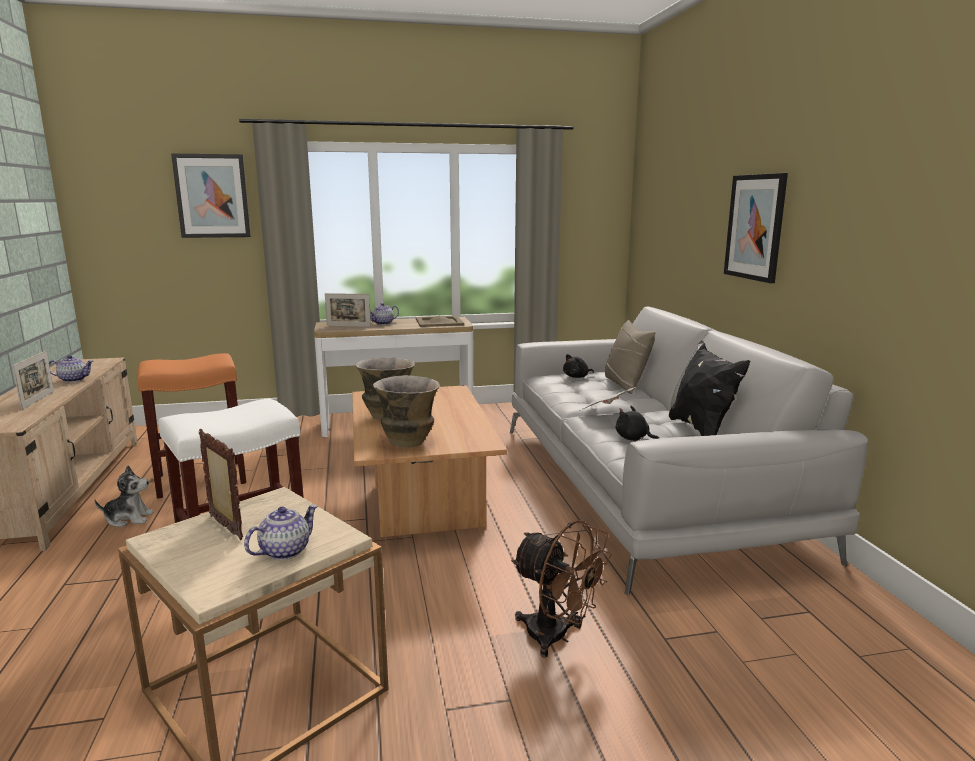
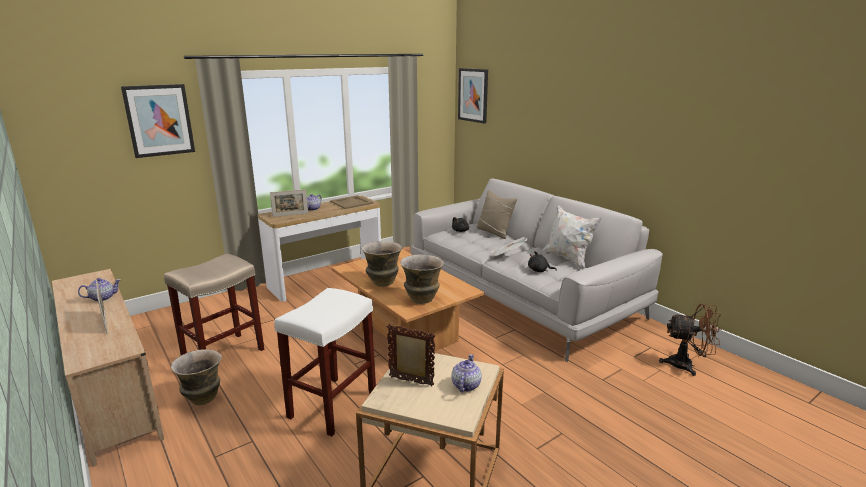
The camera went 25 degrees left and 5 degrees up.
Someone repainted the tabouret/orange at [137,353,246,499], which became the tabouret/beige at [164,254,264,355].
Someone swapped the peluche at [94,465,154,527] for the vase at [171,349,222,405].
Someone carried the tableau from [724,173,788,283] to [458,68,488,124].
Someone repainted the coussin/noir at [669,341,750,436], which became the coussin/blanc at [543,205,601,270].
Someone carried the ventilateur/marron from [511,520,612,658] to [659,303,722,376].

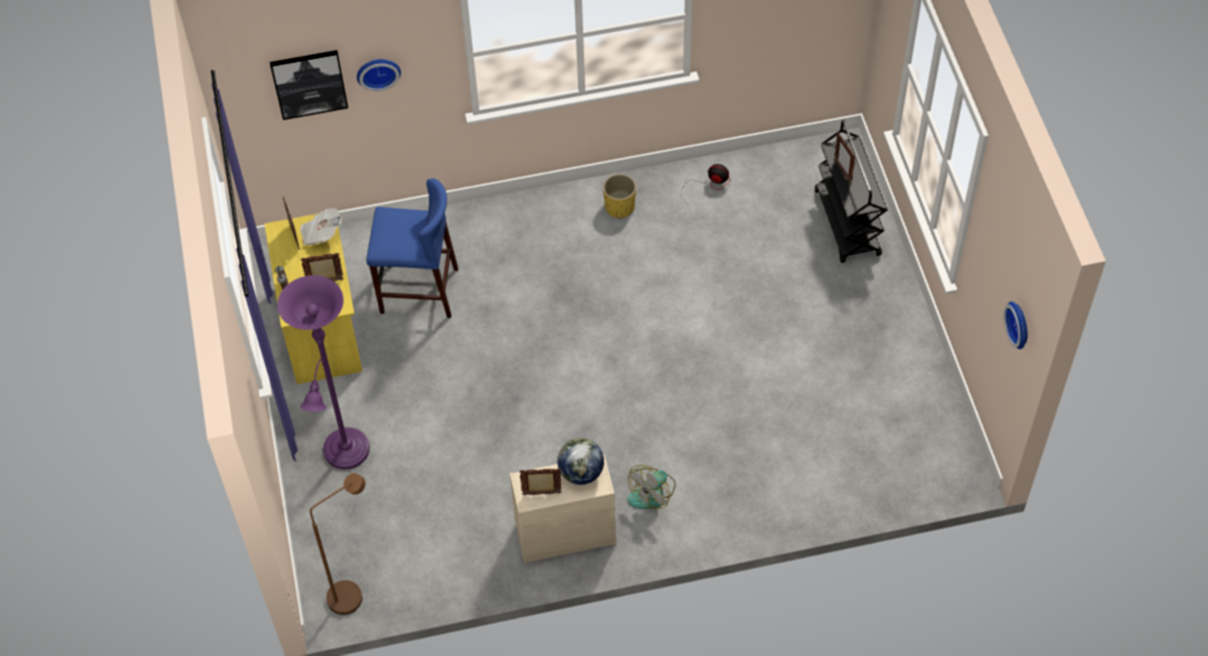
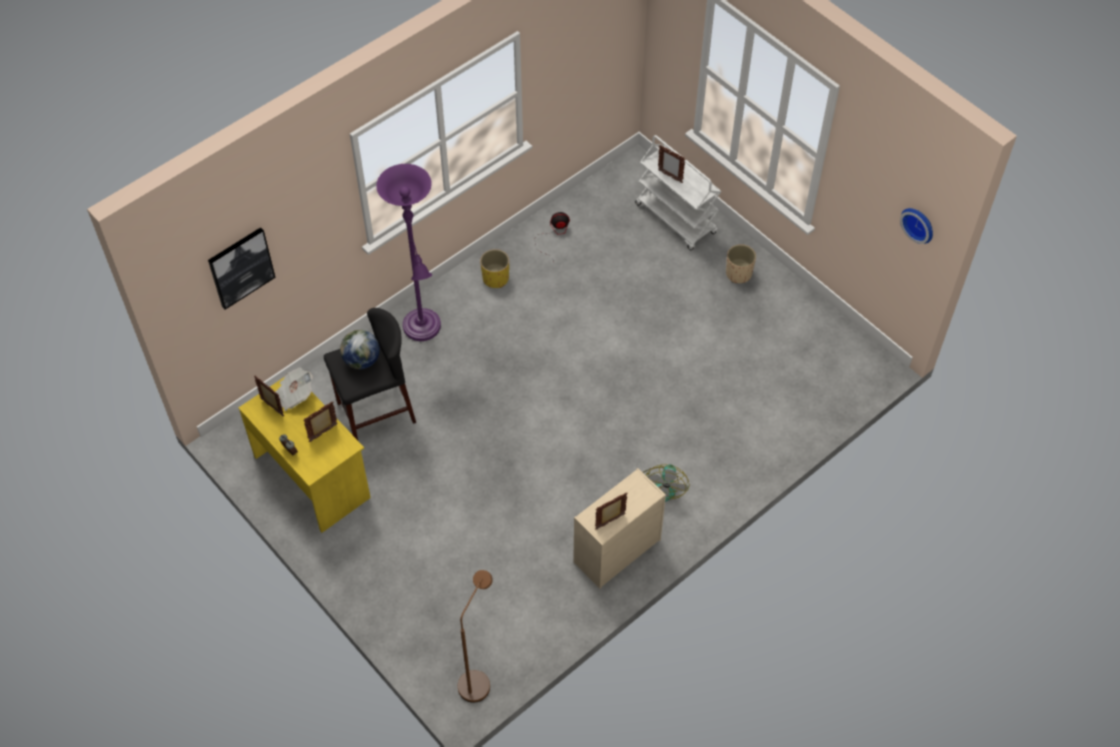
The camera went 30 degrees left and 0 degrees up.
Someone repainted the tabouret/bleu at [366,178,458,318], which became the tabouret/noir at [324,308,416,440].
Someone carried the globe from [557,438,604,485] to [340,330,380,369].
Someone carried the lampadaire/violet from [277,275,370,469] to [376,164,441,341].
Someone repainted the chariot/noir at [815,120,888,263], which became the chariot/blanc at [635,135,721,250].
Someone put down the cache-pot/beige at [726,244,756,283].
Someone took away the horloge murale at [357,59,401,91].

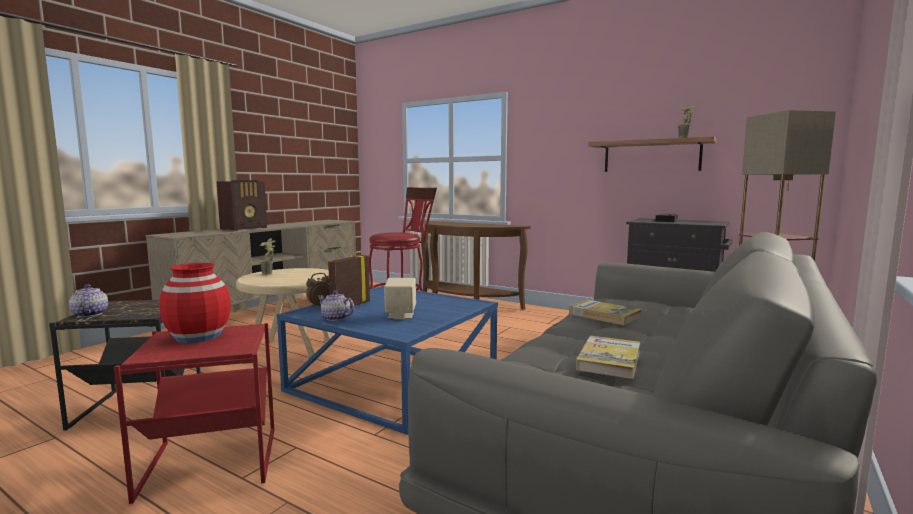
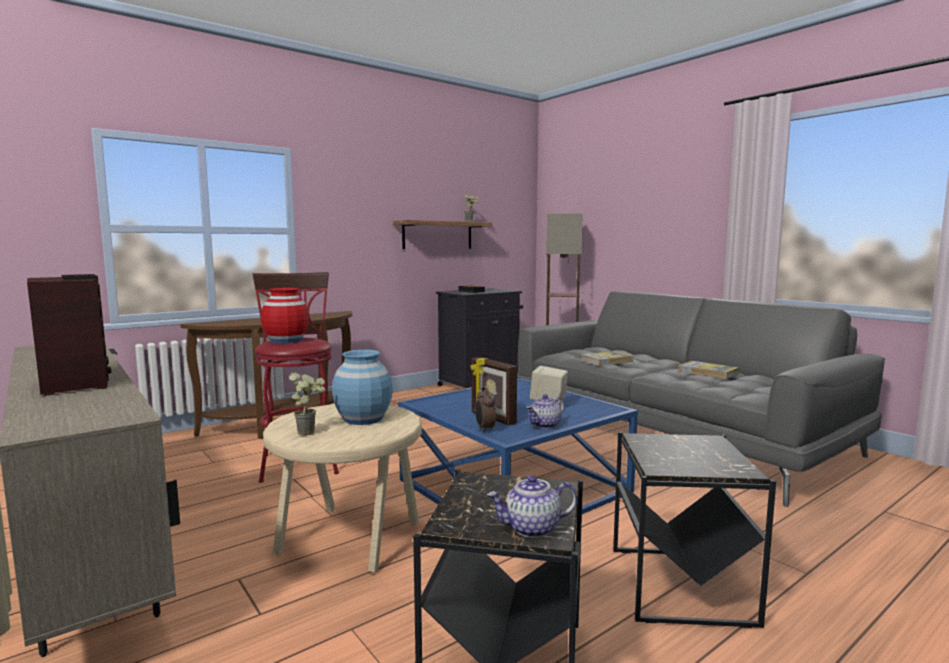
The camera went 70 degrees left and 0 degrees up.
Someone carried the vase/rouge from [159,263,231,343] to [261,288,309,343].
Someone put down the vase/bleu at [332,350,393,425].
Someone repainted the table d'appoint/rouge at [114,323,274,504], which became the table d'appoint/noir at [613,432,776,628].

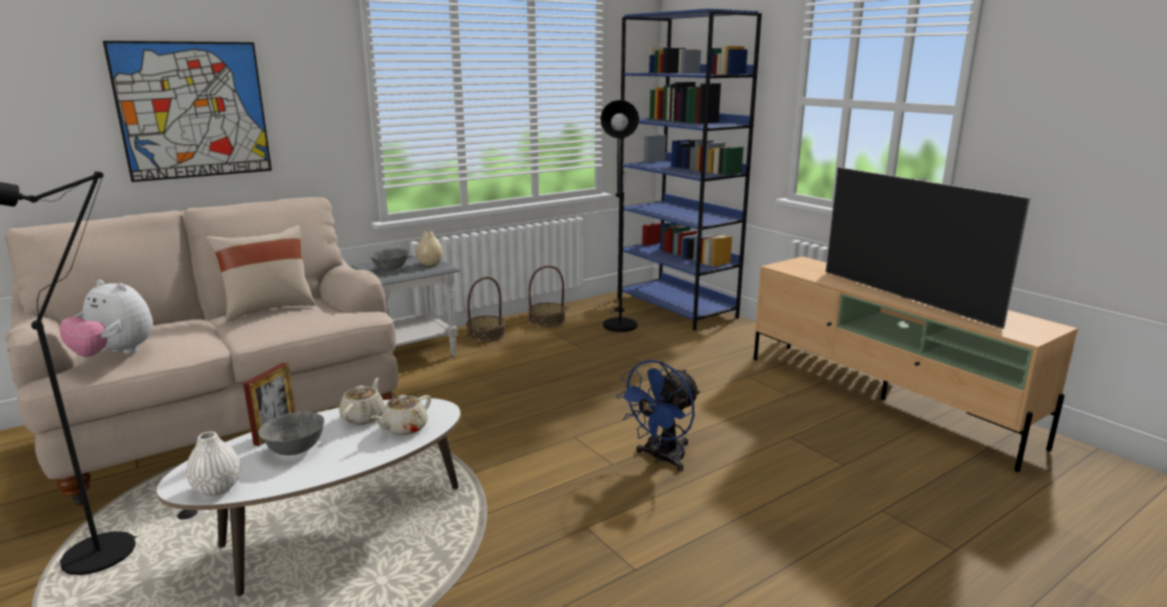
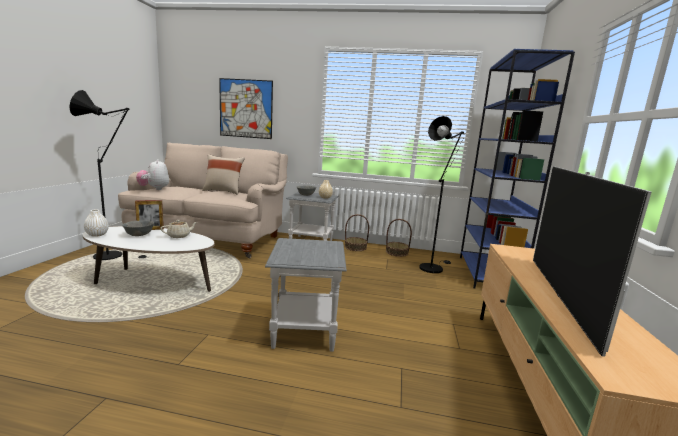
The camera went 45 degrees right and 5 degrees down.
Someone swapped the ventilateur/bleu at [616,360,700,472] for the table d'appoint/gris at [265,238,347,352].
Someone took away the théière/beige at [371,395,431,435].

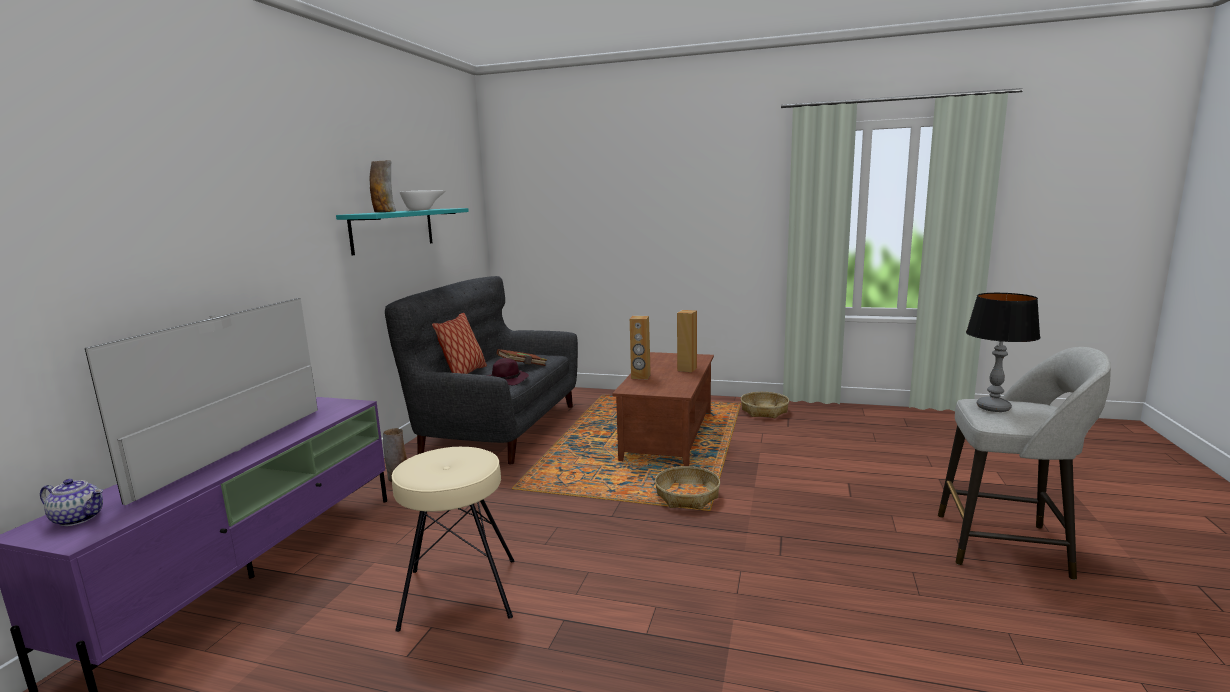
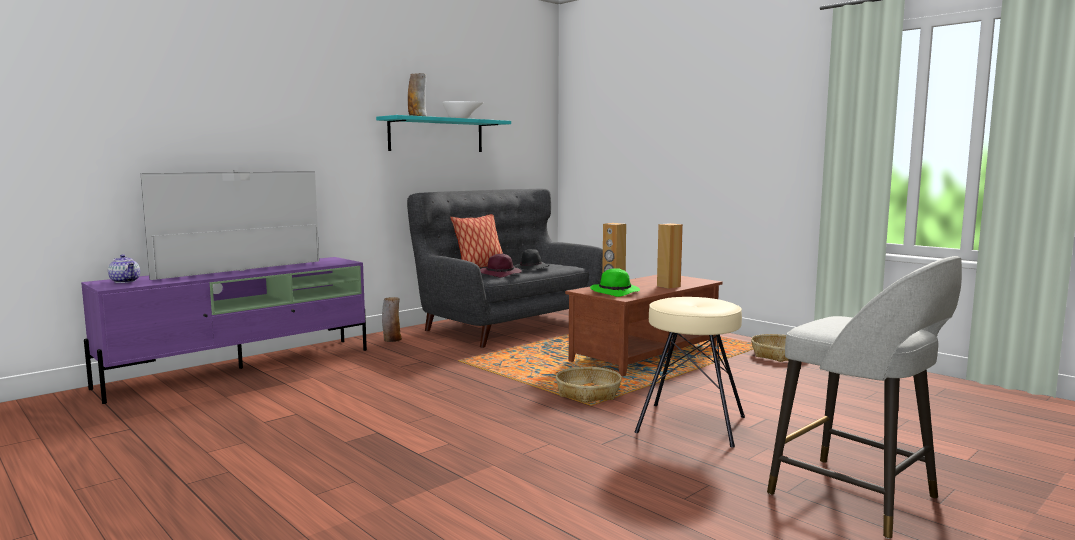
The camera went 30 degrees right and 5 degrees down.
Someone swapped the livre/marron at [497,349,547,366] for the chapeau/noir at [514,249,549,269].
Someone put down the chapeau/vert at [590,268,640,297].
Someone carried the tabouret/beige from [392,447,514,632] to [634,297,745,448].
Someone took away the lampe de table at [966,293,1041,412].

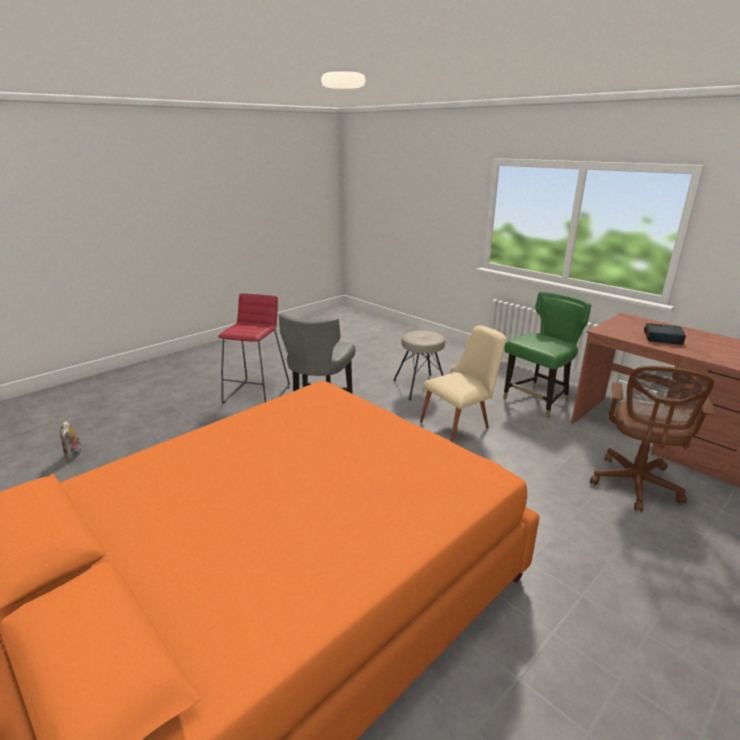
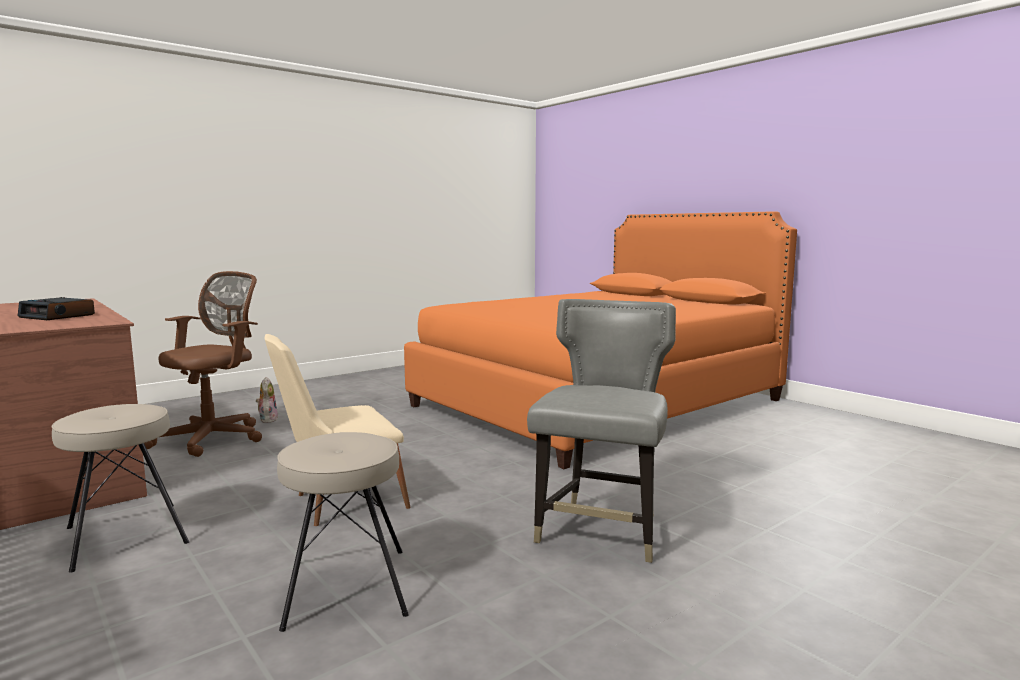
The camera went 175 degrees left and 15 degrees down.
Someone swapped the chaise/vert at [503,292,591,418] for the tabouret/beige at [51,404,189,573].
Someone carried the peluche from [60,421,83,460] to [256,377,278,423].
Someone took away the tabouret/rouge at [218,293,290,404].

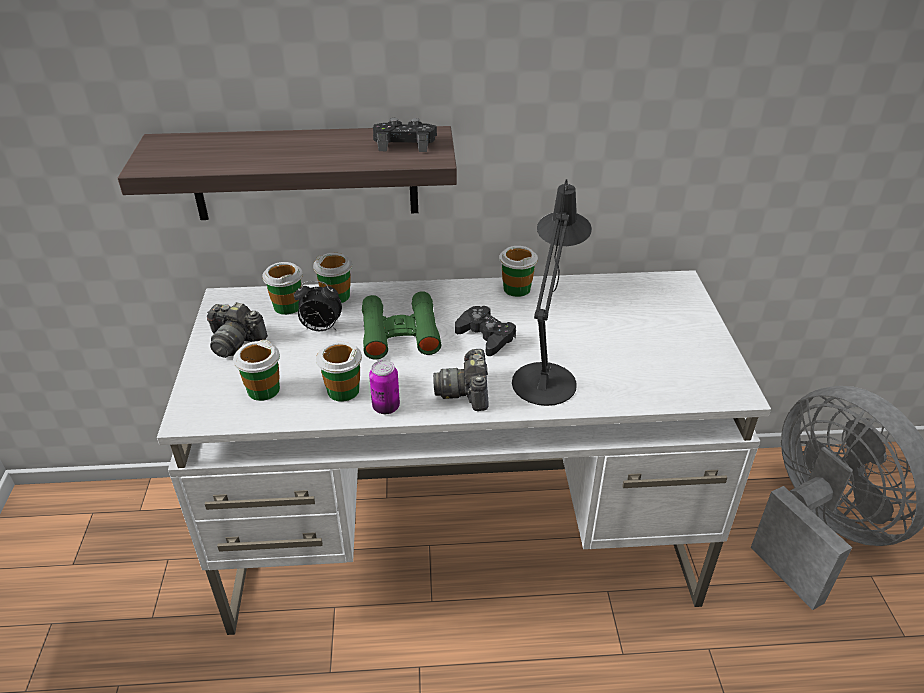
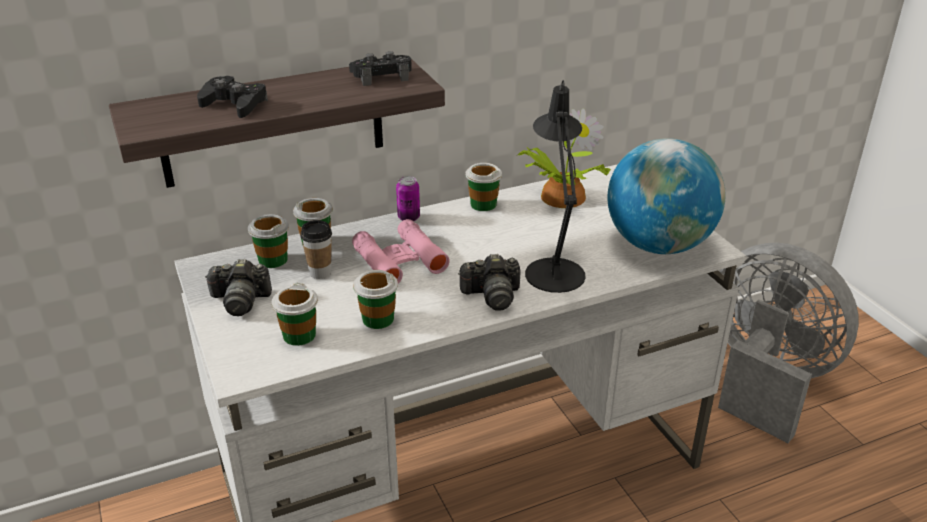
The camera went 20 degrees left and 5 degrees down.
Someone carried the manette/noir from [455,306,516,356] to [197,76,268,118].
Someone swapped the réveil at [294,281,342,331] for the tasse at [300,220,332,279].
Someone repainted the jumelles/vert at [362,291,441,360], which became the jumelles/rose at [352,219,450,284].
Someone carried the boîte métallique from [369,360,400,414] to [396,176,420,221].
Someone rotated the appareil photo at [433,349,488,411] by 75 degrees counterclockwise.
Someone put down the plante en pot at [518,108,611,208].
Someone put down the globe at [607,138,726,254].

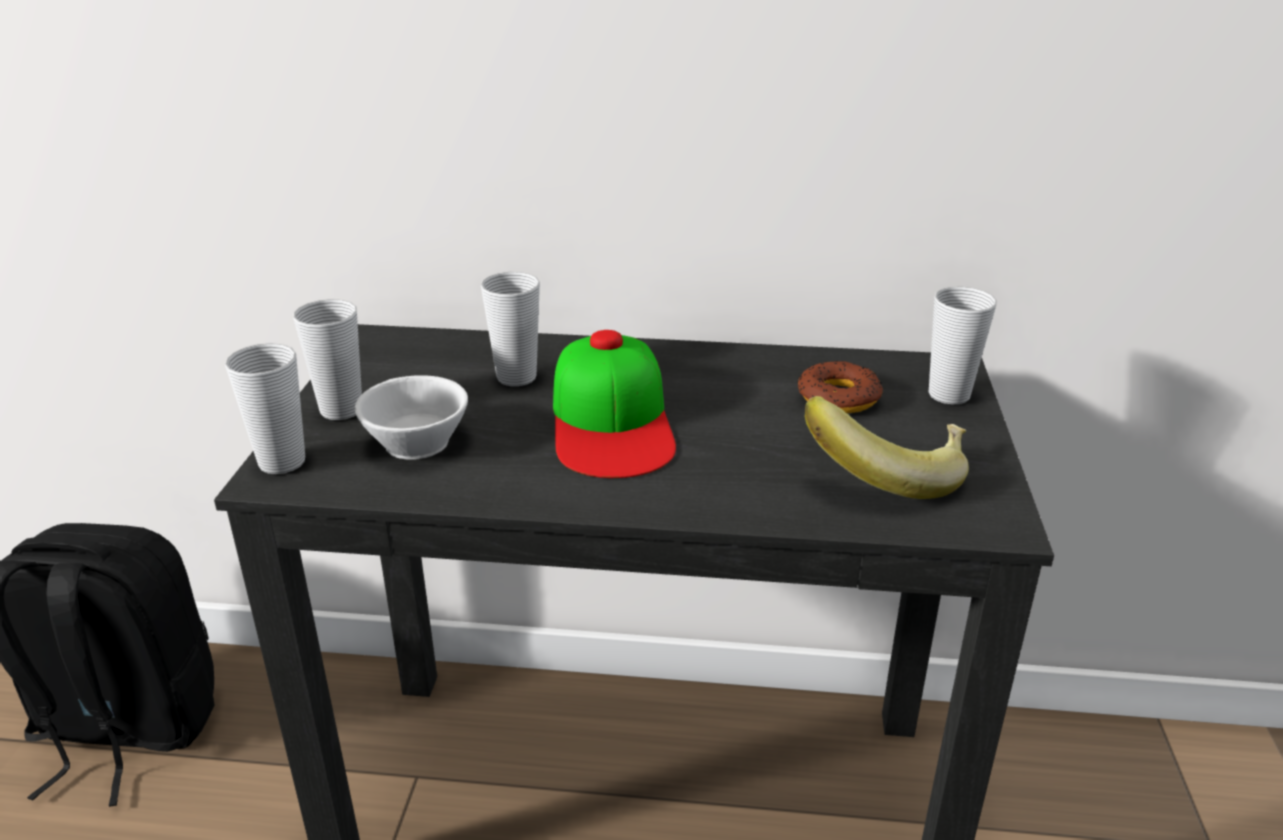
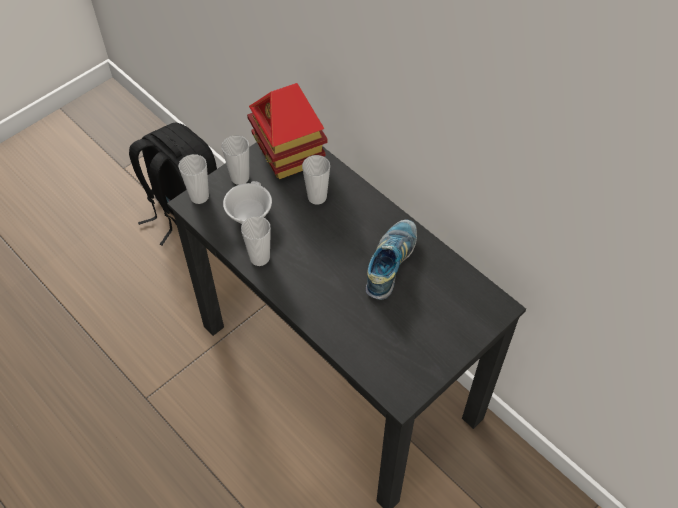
The camera went 40 degrees right and 25 degrees up.
Someone carried the tasse from [929,287,997,404] to [241,216,271,266].
Someone put down the maison miniature at [247,83,328,179].
Someone put down the chaussure at [366,219,417,299].
Someone took away the casquette at [553,330,676,478].
Someone took away the beignet at [797,361,883,413].
Someone took away the banane at [805,396,969,499].

